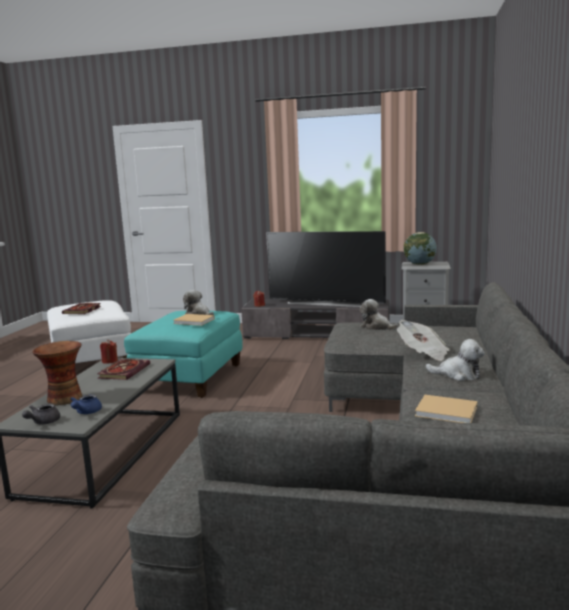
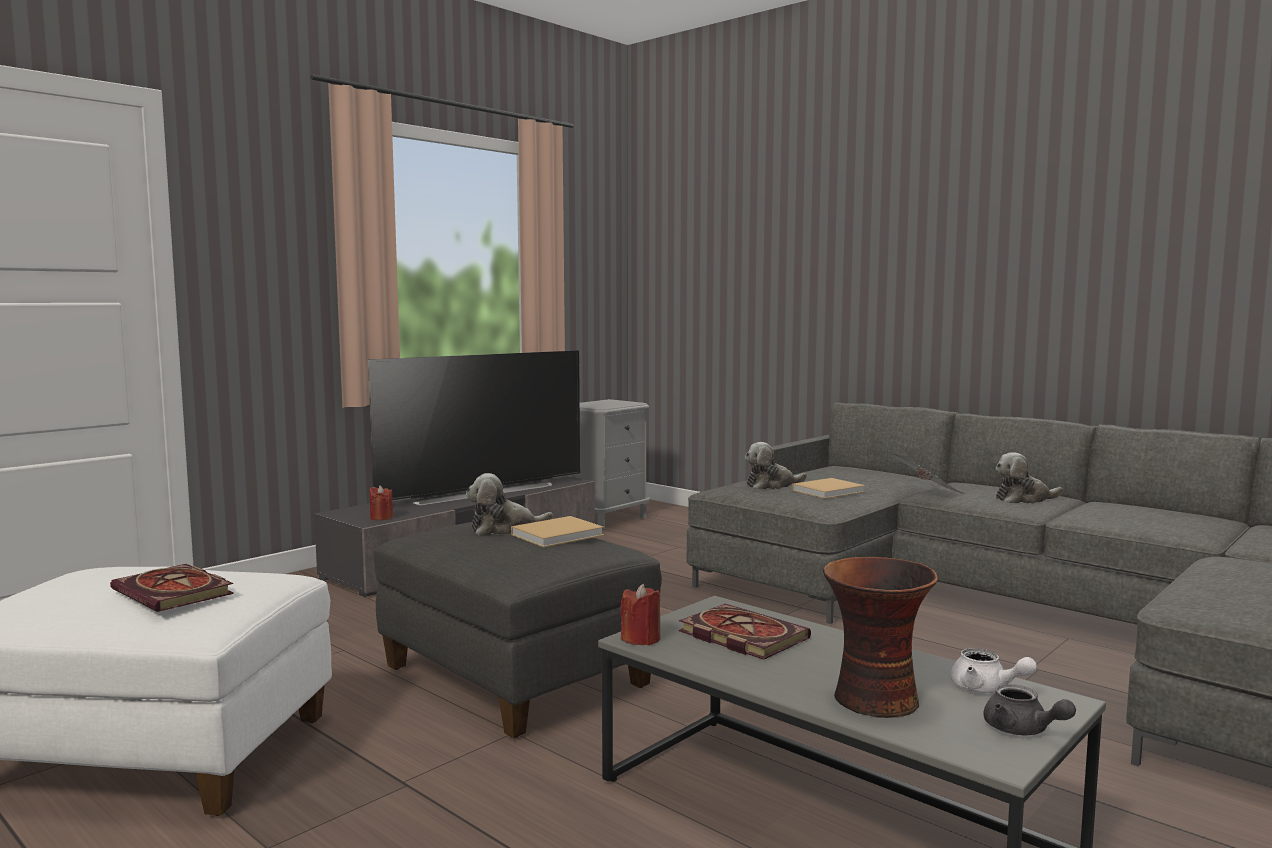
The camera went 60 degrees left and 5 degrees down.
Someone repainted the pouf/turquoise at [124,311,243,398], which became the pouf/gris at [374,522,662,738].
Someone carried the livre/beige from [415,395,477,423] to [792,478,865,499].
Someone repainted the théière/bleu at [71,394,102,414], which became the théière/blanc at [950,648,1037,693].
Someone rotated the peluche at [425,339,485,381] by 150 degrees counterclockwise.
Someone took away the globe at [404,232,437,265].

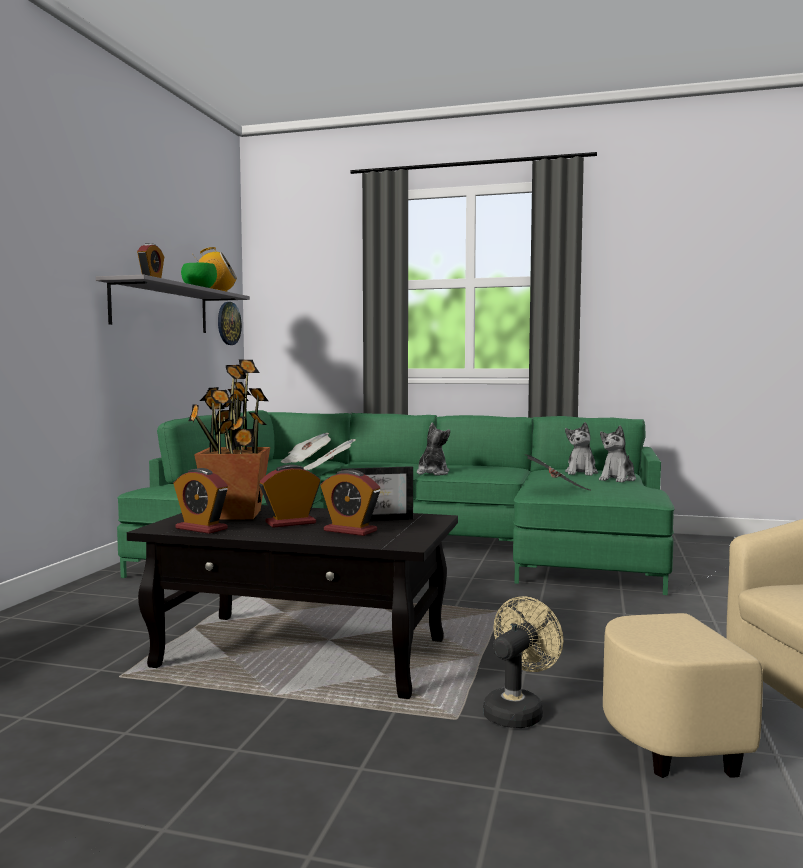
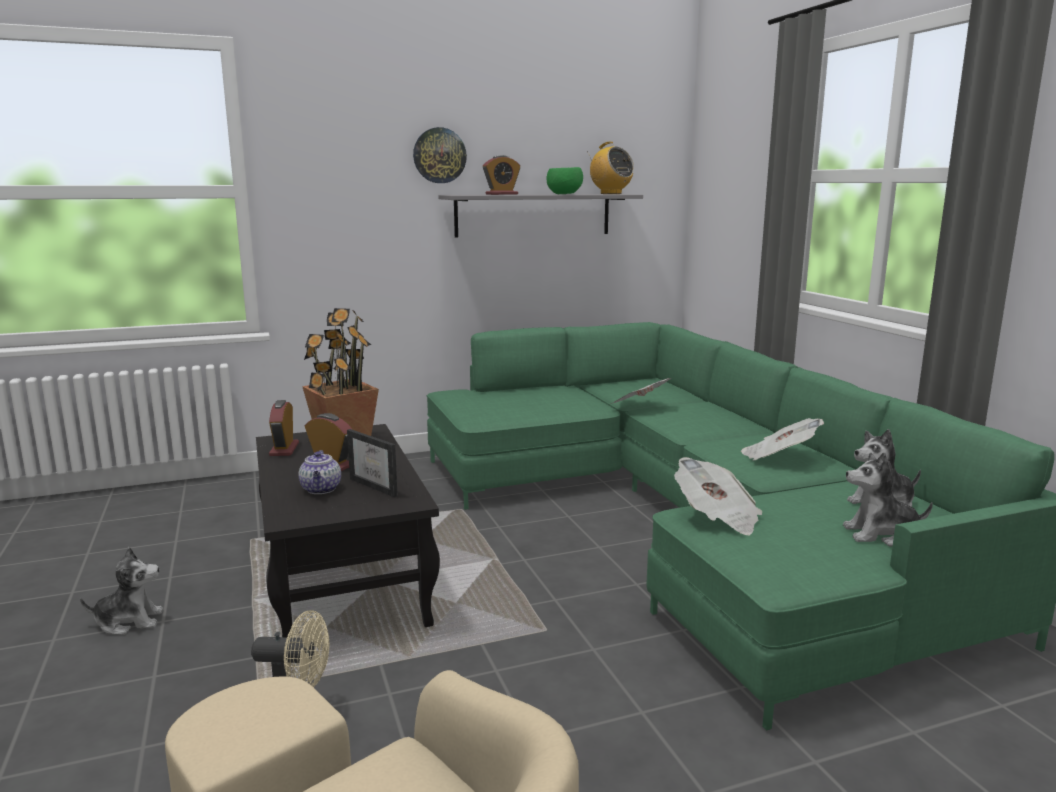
The camera went 55 degrees right and 10 degrees up.
Someone carried the peluche from [417,422,450,476] to [80,547,163,635].
Someone swapped the réveil at [321,469,380,536] for the théière at [299,450,341,494].
Someone carried the horloge murale from [218,302,242,345] to [413,127,467,183].
Someone carried the journal from [281,433,331,463] to [741,418,824,460].

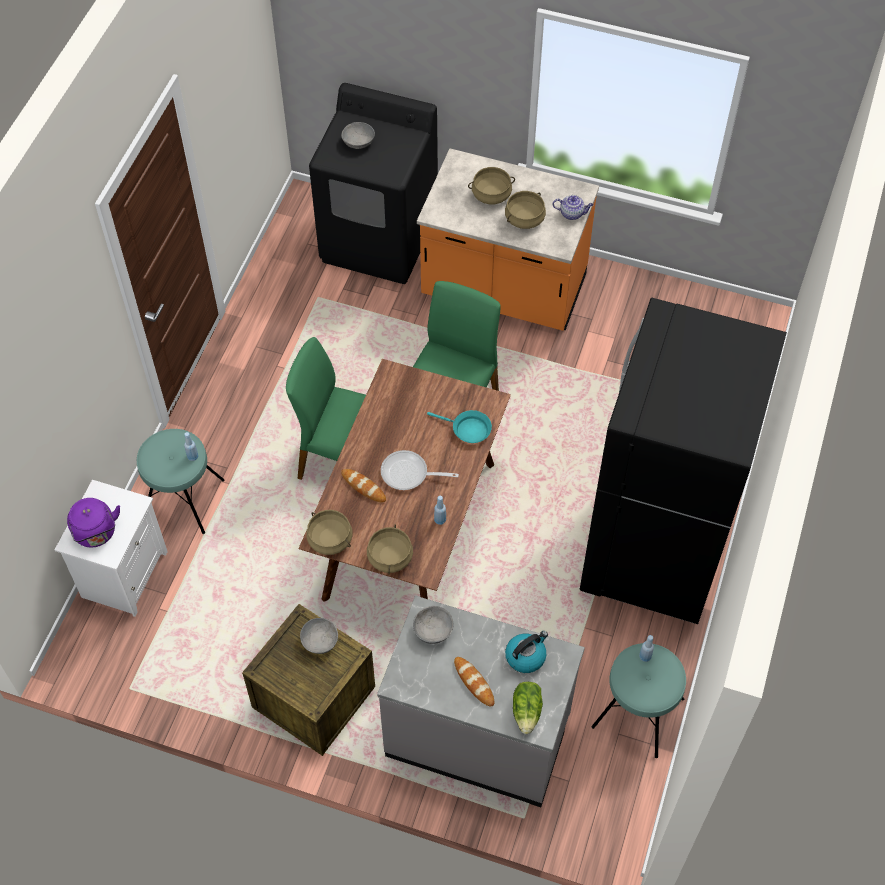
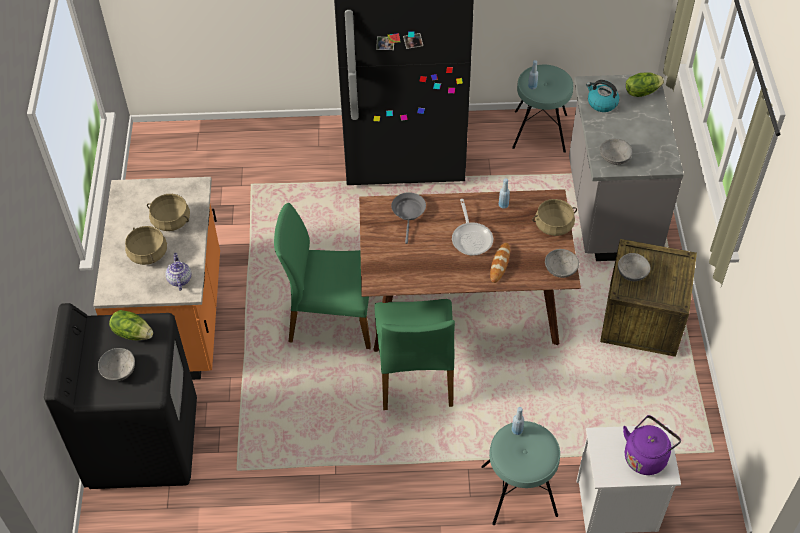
The camera went 110 degrees left and 5 degrees down.
Someone put down the laitue at [109,310,153,340].
Someone carried the théière from [553,195,594,220] to [165,253,191,291].
Someone repainted the poêle/turquoise at [427,410,492,443], which became the poêle/gris at [391,192,426,244].
Someone swapped the marmite/beige at [306,510,352,555] for the bol/gris at [545,249,579,278].
Someone took away the pain at [454,657,494,706].

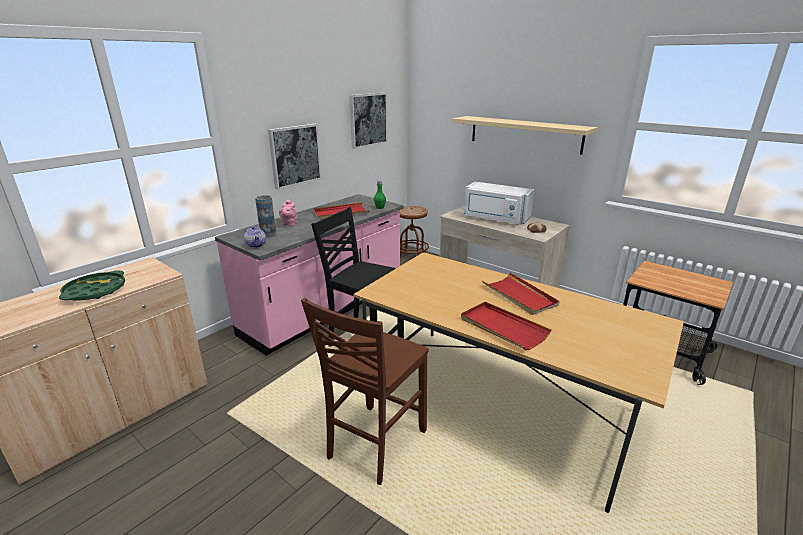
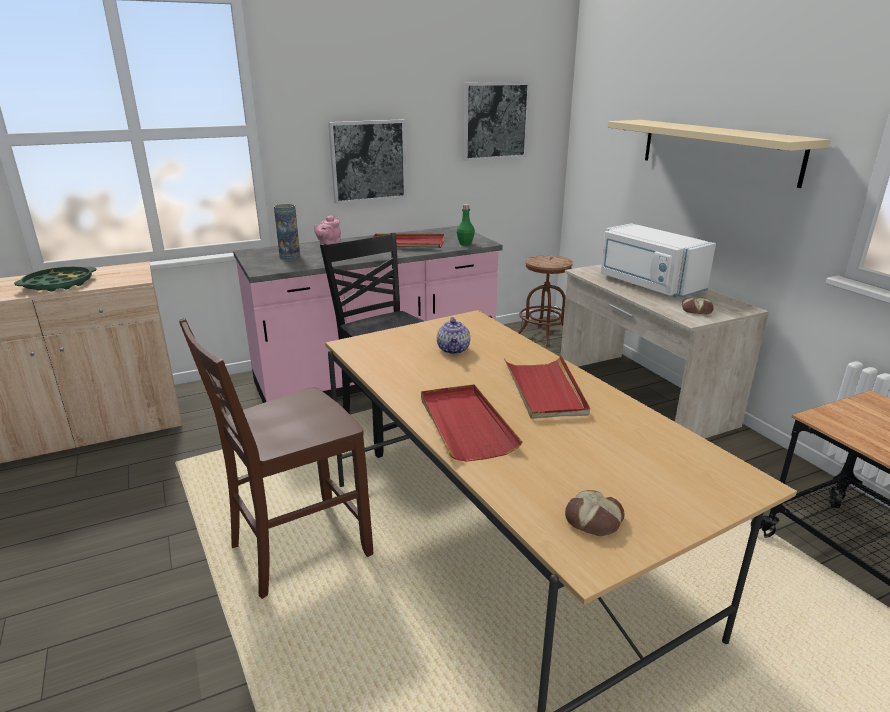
The camera went 25 degrees right and 0 degrees up.
Someone carried the théière from [244,226,266,248] to [437,317,470,354].
Someone put down the pain at [565,490,624,536].

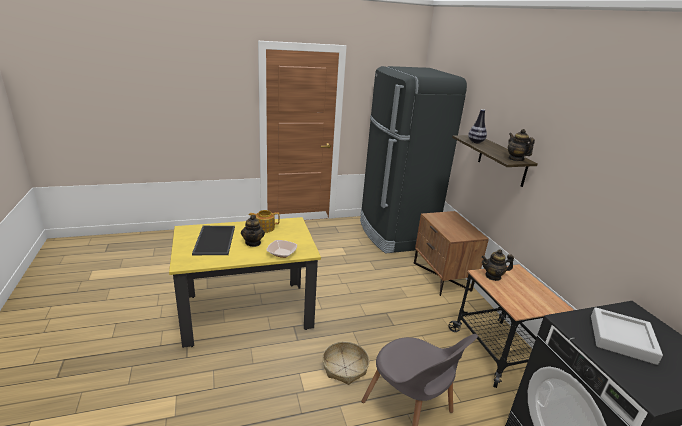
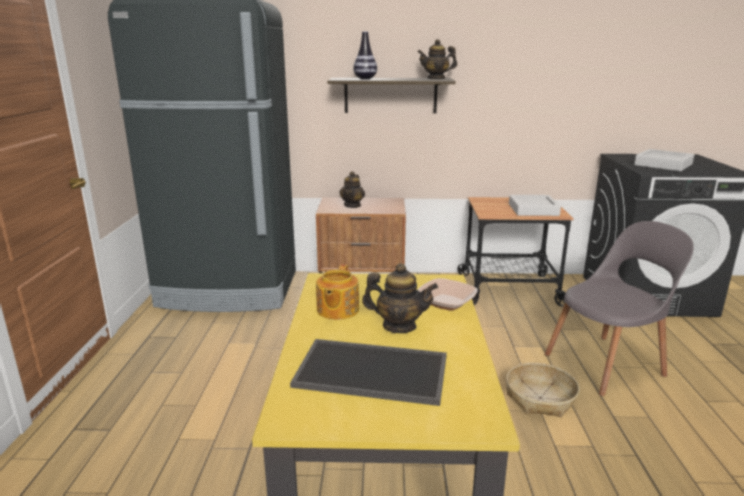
The camera went 70 degrees left and 5 degrees down.
Someone carried the théière from [481,249,514,281] to [339,171,365,208].
Someone put down the plateau/gris at [509,195,561,216].

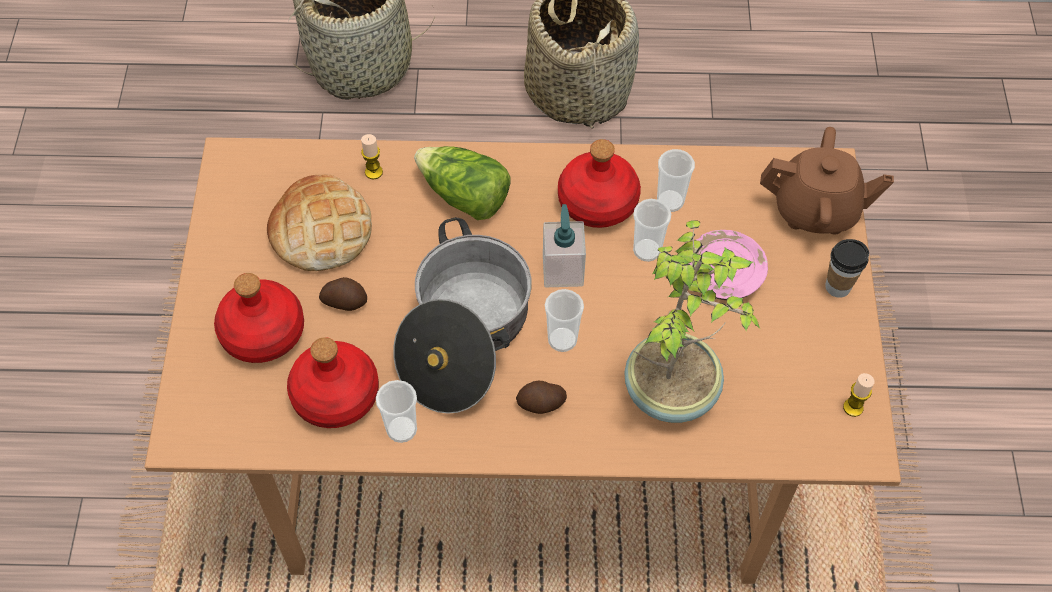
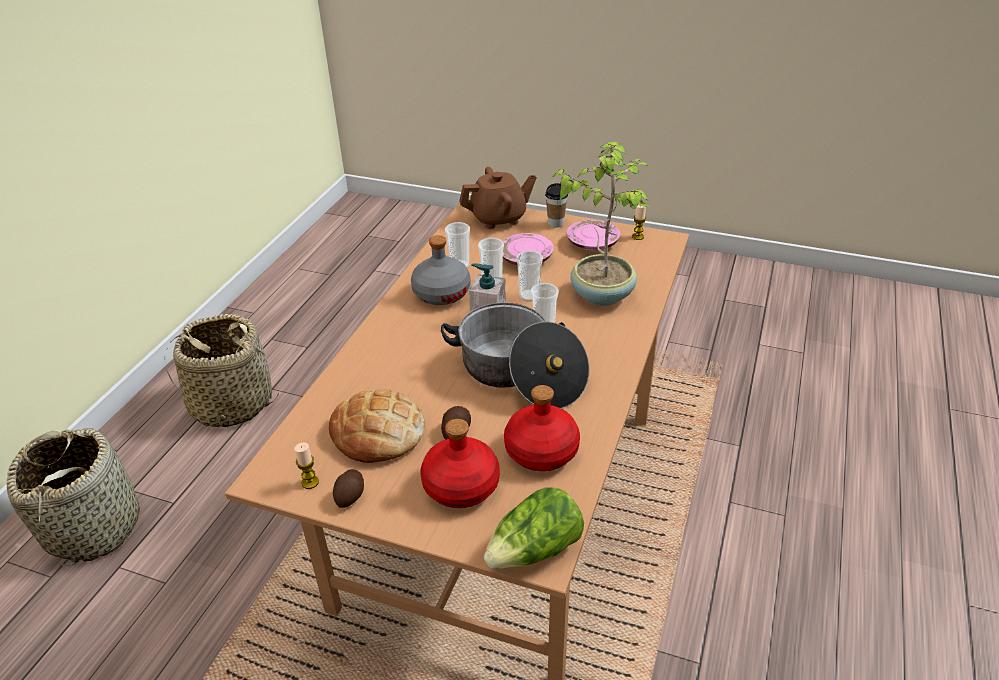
The camera went 70 degrees left and 20 degrees down.
Someone carried the bougie from [361,134,383,179] to [294,442,319,489].
Someone carried the pomme de terre from [516,381,567,414] to [333,469,364,508].
Someone repainted the bouteille/rouge at [558,139,641,228], which became the bouteille/gris at [411,235,470,305].
Someone rotated the théière/marron at [760,127,894,235] by 45 degrees clockwise.
Someone carried the laitue from [414,146,511,220] to [484,487,584,569].
Someone carried the tasse from [376,380,417,443] to [516,251,543,302].
Someone put down the assiette/rose at [566,220,620,250].

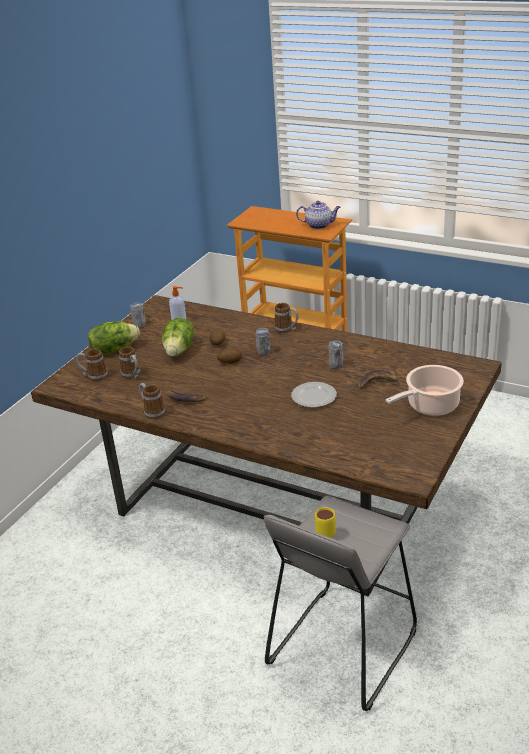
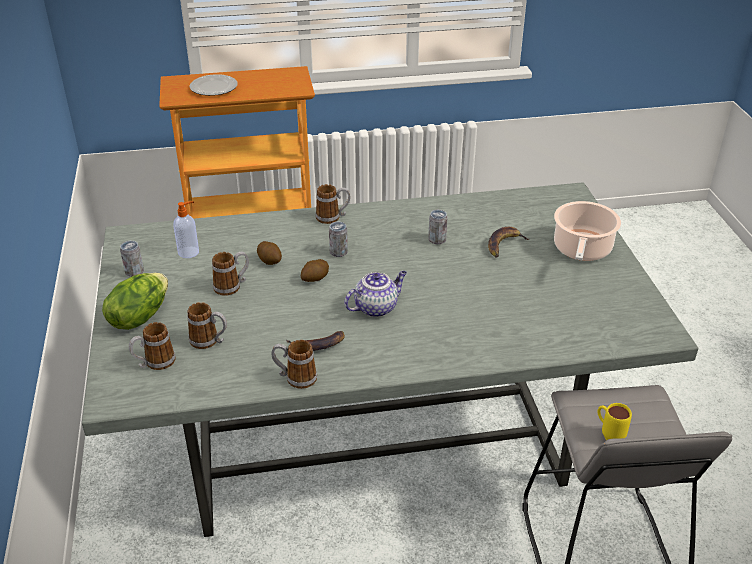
The camera went 40 degrees left and 5 degrees up.
Someone repainted the table à manger/marron at [31,295,502,596], which became the table à manger/gris at [82,182,698,537].
Someone carried the assiette from [291,382,337,408] to [189,74,238,96].
Someone swapped the laitue at [162,318,194,357] for the mug at [212,252,249,296].
Someone carried the théière from [296,201,340,229] to [344,271,407,317].

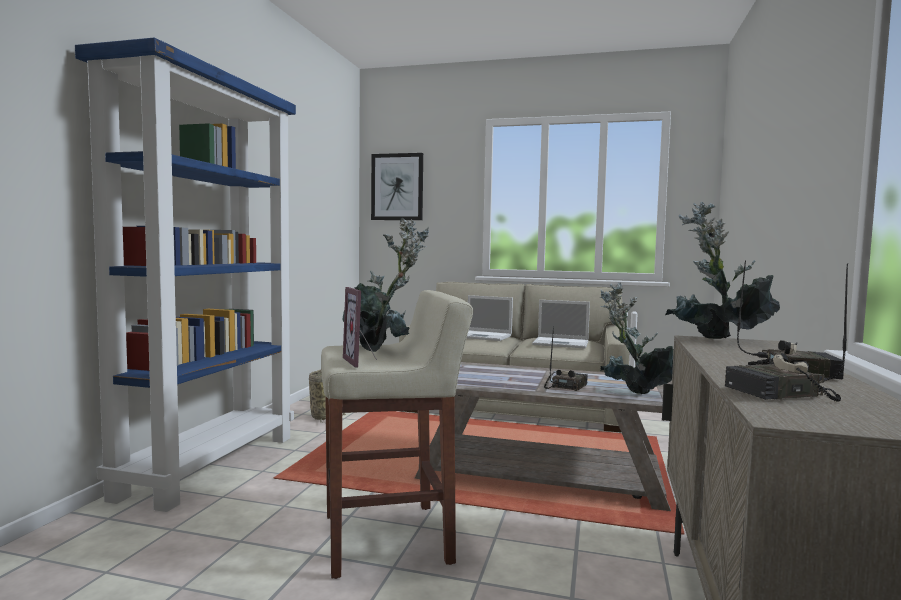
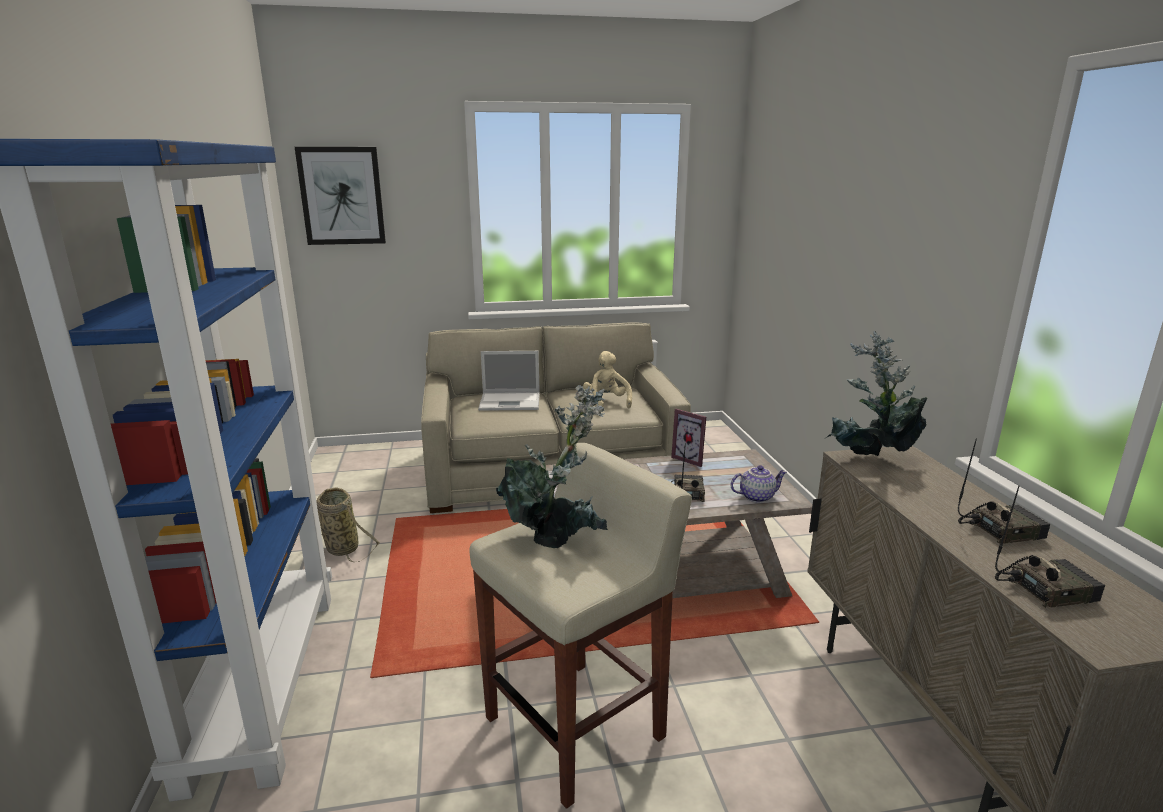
The camera went 25 degrees left and 15 degrees up.
Someone swapped the ordinateur portable at [532,300,590,349] for the peluche/beige at [583,351,632,408].
Someone carried the cadre photo from [343,287,378,367] to [671,409,706,467].
Someone swapped the plante en pot at [599,282,673,394] for the théière at [731,465,787,503].
Someone rotated the radio at [725,264,848,402] by 150 degrees counterclockwise.

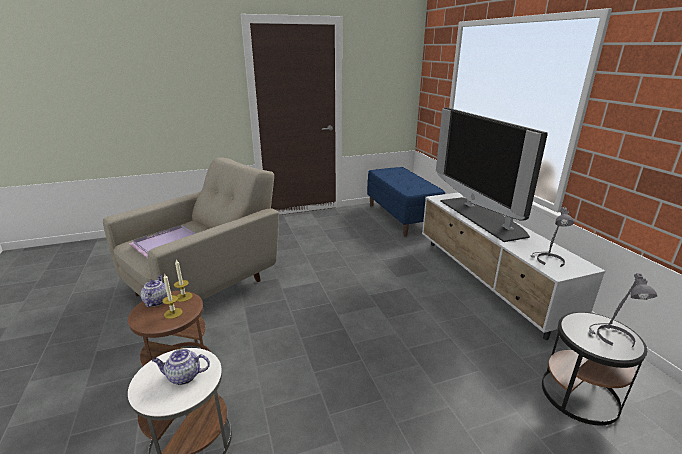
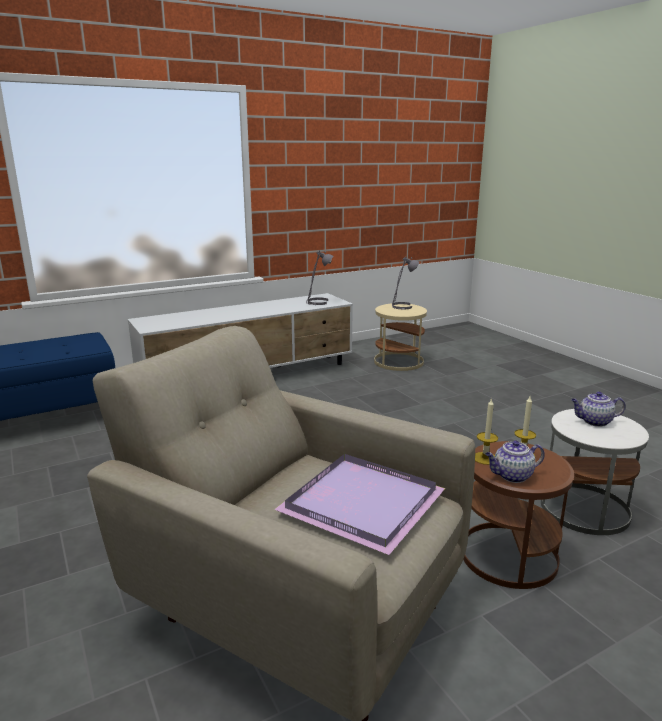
The camera went 100 degrees left and 5 degrees down.
Someone repainted the table d'appoint/noir at [542,312,647,426], which became the table d'appoint/beige at [374,303,427,371].
Someone rotated the théière at [152,349,210,385] by 105 degrees clockwise.
Someone took away the téléviseur at [436,108,548,242].

